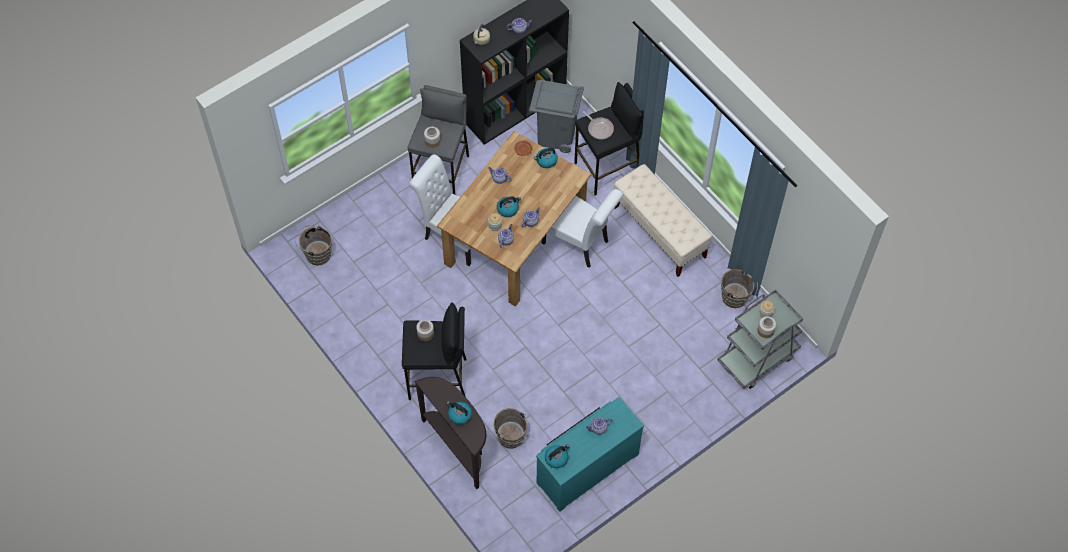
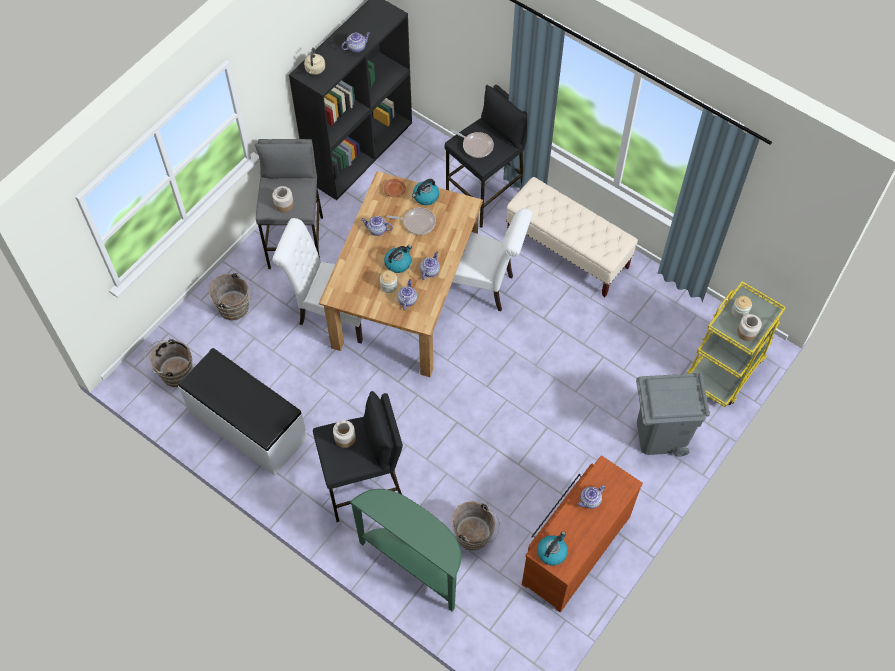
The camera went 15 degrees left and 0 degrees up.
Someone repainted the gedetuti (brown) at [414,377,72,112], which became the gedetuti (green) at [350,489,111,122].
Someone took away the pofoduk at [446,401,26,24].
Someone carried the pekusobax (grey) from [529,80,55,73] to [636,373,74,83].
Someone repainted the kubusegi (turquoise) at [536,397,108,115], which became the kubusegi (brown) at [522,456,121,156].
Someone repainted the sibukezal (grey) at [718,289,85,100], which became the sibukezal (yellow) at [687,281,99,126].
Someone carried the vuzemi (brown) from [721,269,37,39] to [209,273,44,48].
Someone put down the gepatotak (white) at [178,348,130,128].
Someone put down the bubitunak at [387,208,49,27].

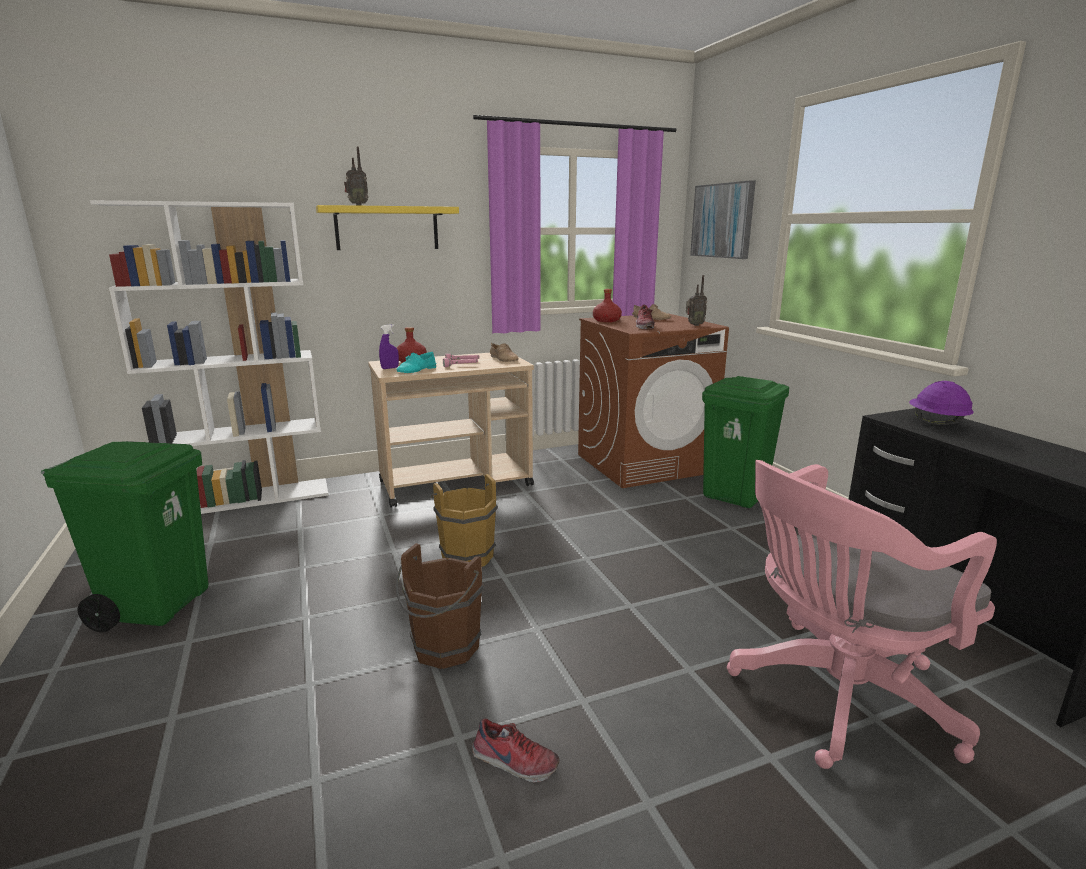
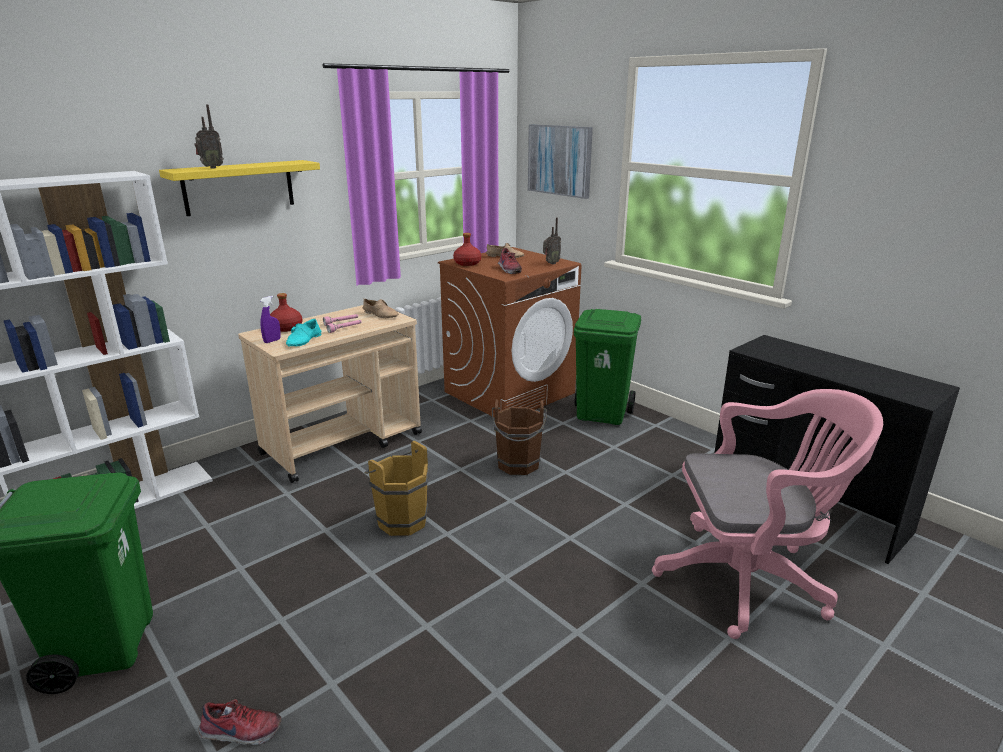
The camera went 20 degrees left and 5 degrees up.
Someone carried the vuzemi (brown) from [396,543,88,126] to [492,399,55,76].
Someone carried the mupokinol from [472,718,87,65] to [199,699,83,46].
Someone rotated the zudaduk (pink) at [727,460,270,309] by 135 degrees counterclockwise.
Someone took away the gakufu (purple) at [909,381,65,44].

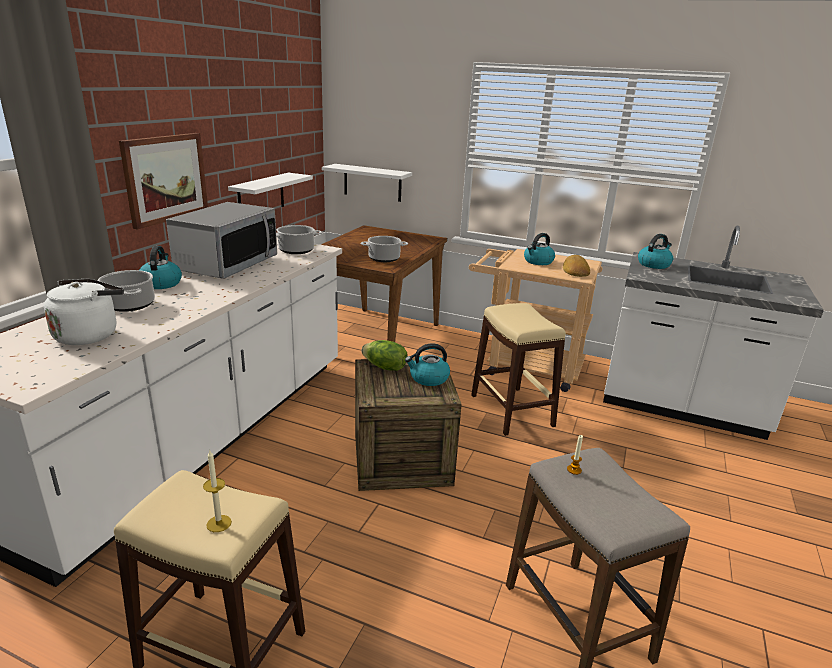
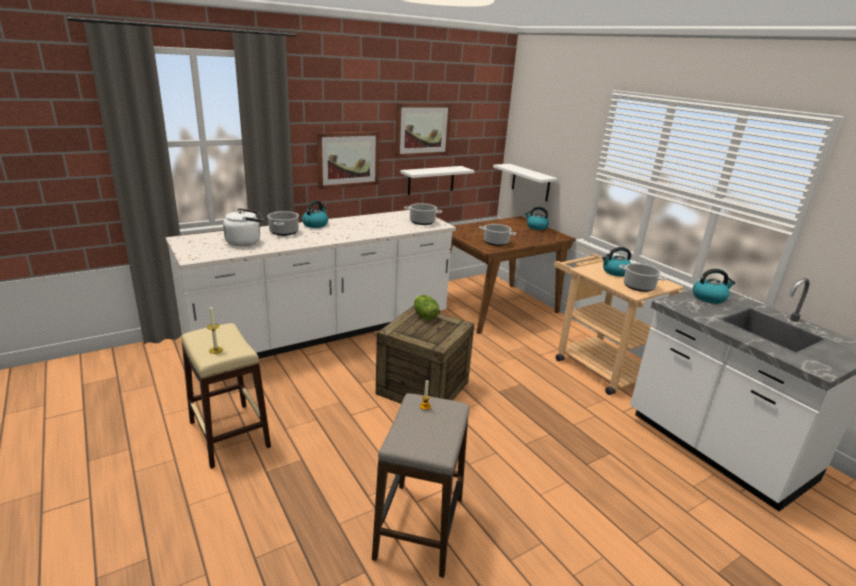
The camera went 35 degrees right and 0 degrees up.
Someone took away the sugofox at [166,202,111,77].
Someone carried the pofoduk from [405,343,45,43] to [525,207,24,23].
Someone took away the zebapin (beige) at [471,303,95,133].
Someone swapped the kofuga at [563,255,27,22] for the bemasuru at [619,263,48,29].
Someone put up the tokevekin at [395,103,57,54].

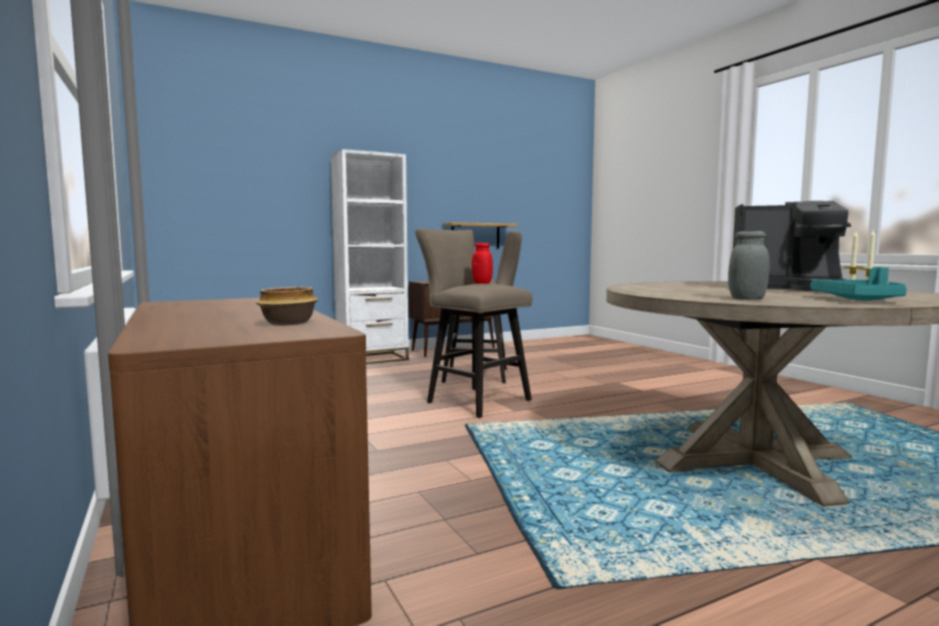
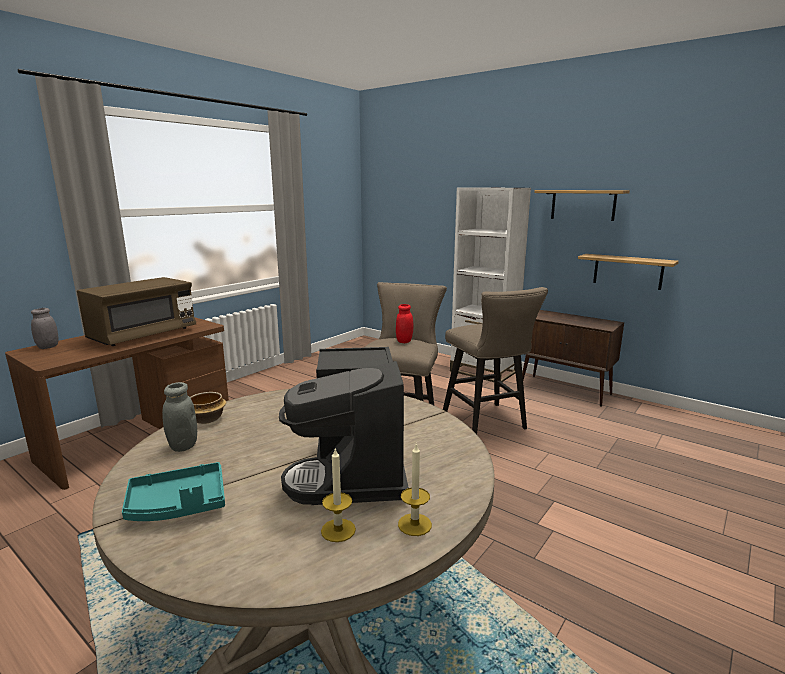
The camera went 65 degrees right and 10 degrees up.
Someone carried the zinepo from [256,287,63,39] to [190,392,36,32].
Someone put down the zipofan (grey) at [31,308,28,41].
Someone put down the sugofox (brown) at [77,277,119,69].
Someone put up the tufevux at [534,190,96,31].

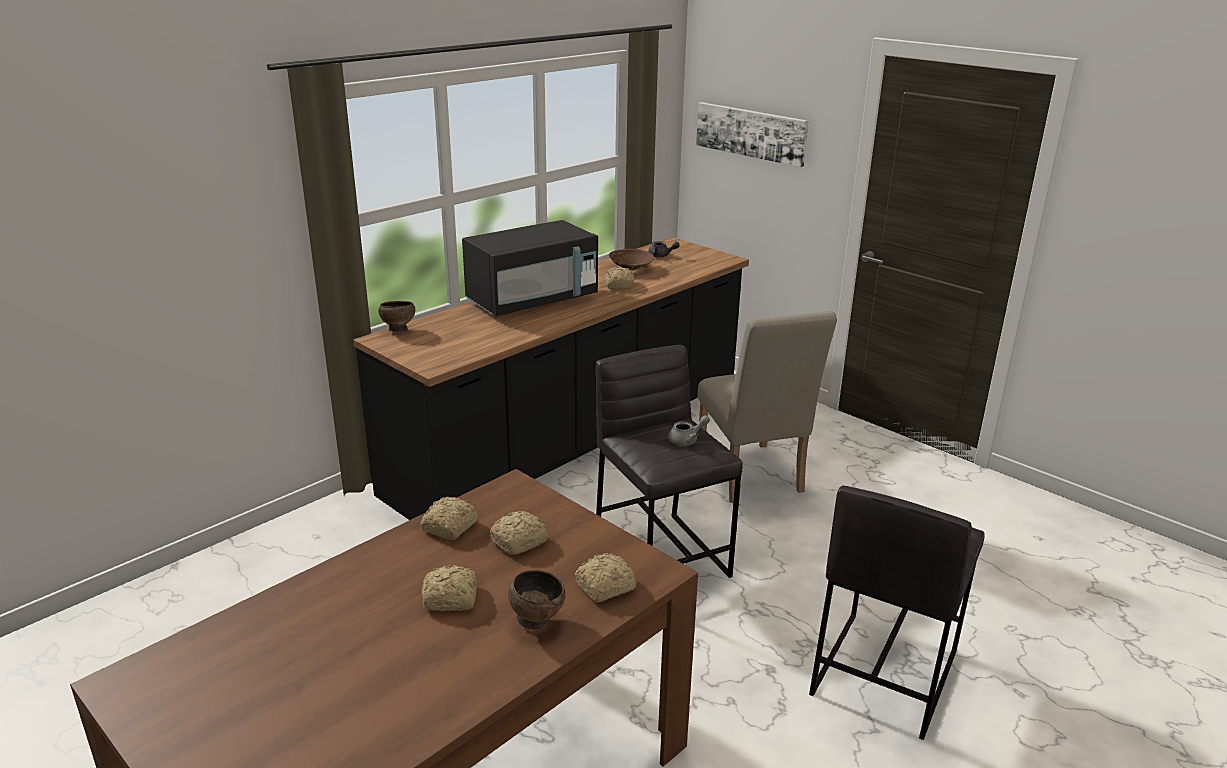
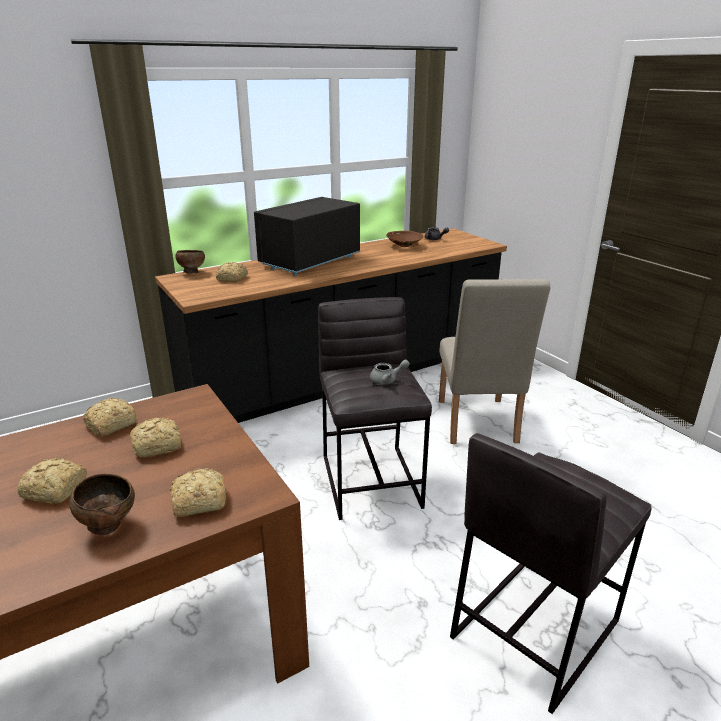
The camera went 15 degrees right and 0 degrees up.
Someone rotated the sugofox (black) at [462,220,136,96] by 150 degrees clockwise.
Someone carried the kofuga from [606,267,29,22] to [216,262,32,20].
Someone took away the tokevekin at [696,102,113,65].

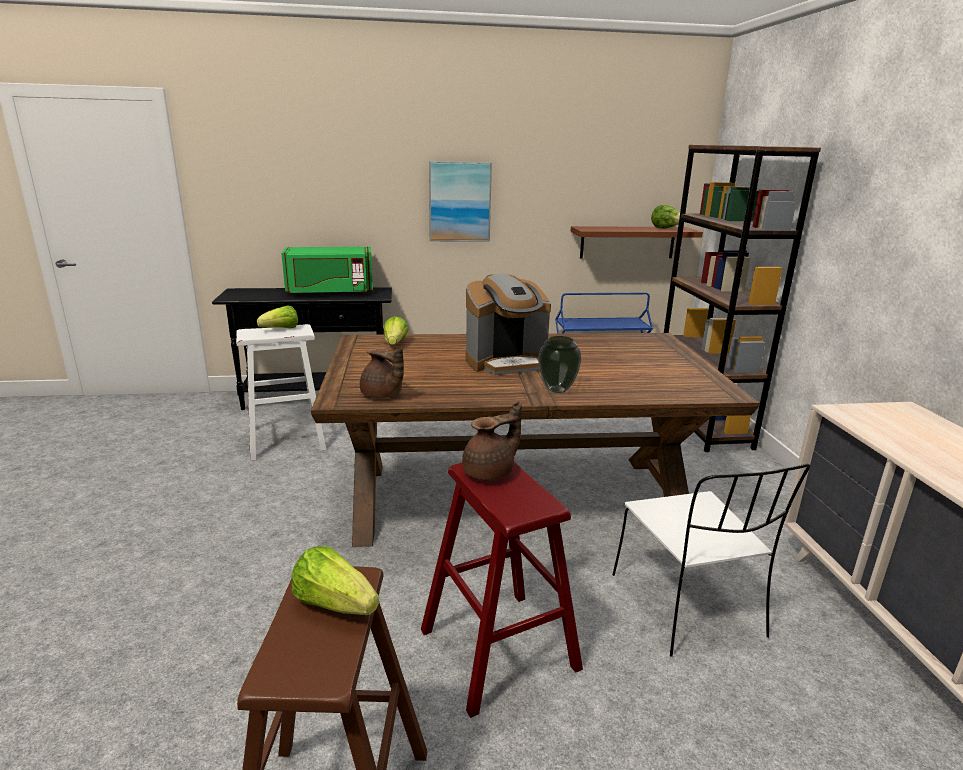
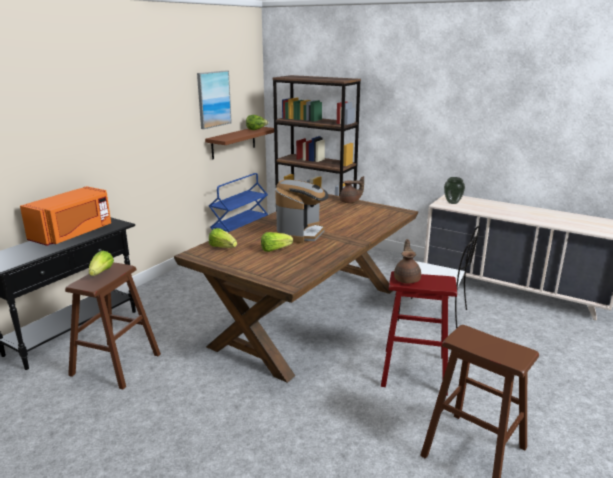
The camera went 50 degrees left and 0 degrees up.
Someone repainted the zebapin (white) at [236,324,90,137], which became the zebapin (brown) at [65,262,96,127].
Someone repainted the sugofox (green) at [281,247,92,48], which became the sugofox (orange) at [20,186,91,60].
Someone carried the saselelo from [291,546,88,69] to [261,232,32,20].
Someone carried the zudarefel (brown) from [360,348,44,50] to [340,176,24,27].
Someone carried the tokevekin from [429,161,63,81] to [197,70,35,59].
Someone carried the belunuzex from [538,336,44,57] to [444,177,21,27].

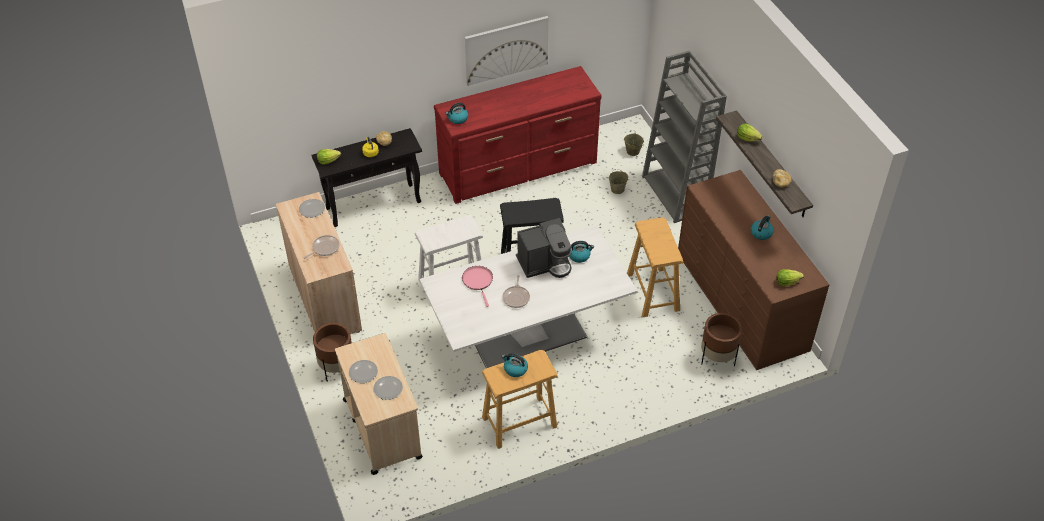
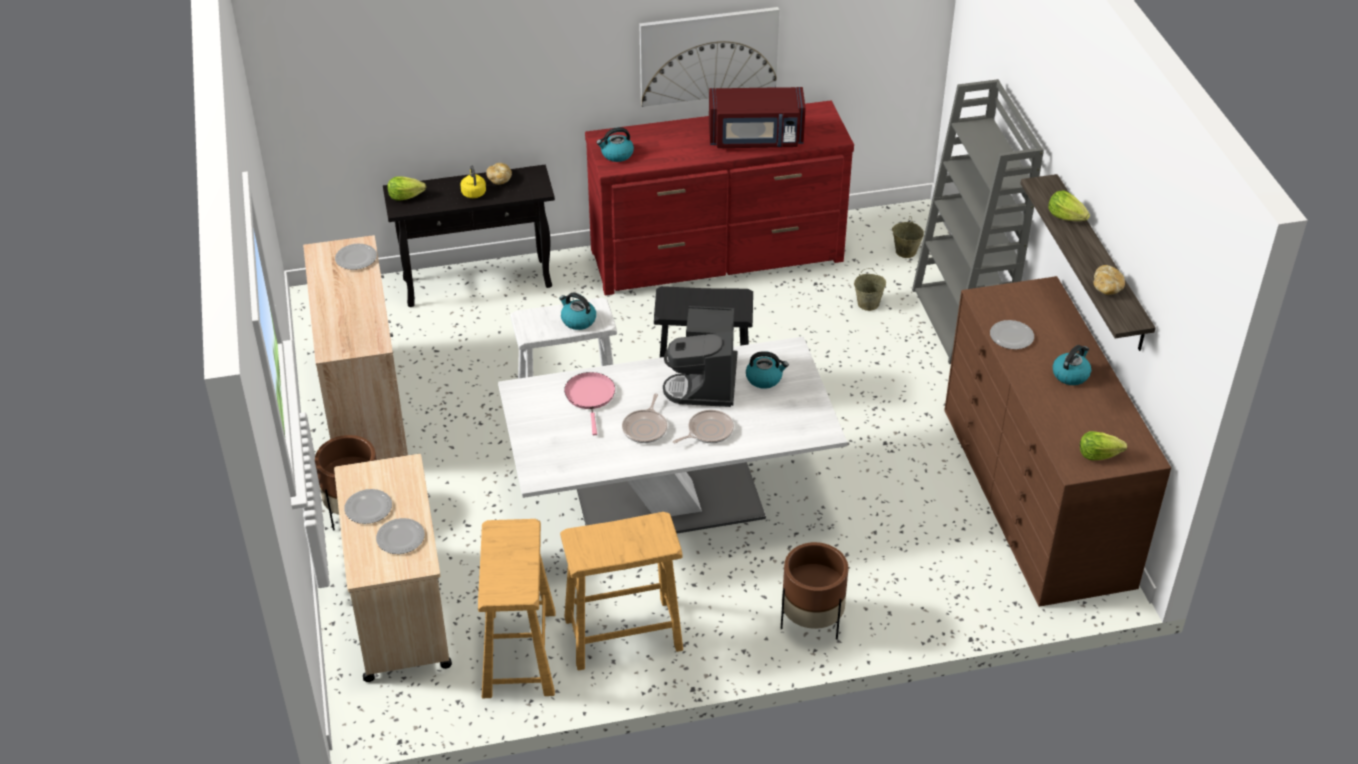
The camera went 10 degrees right and 5 degrees down.
Someone carried the bubitunak from [304,235,35,24] to [673,410,61,34].
Someone carried the pofoduk from [501,353,27,24] to [559,293,37,37].
Someone rotated the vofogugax at [516,218,56,60] by 105 degrees clockwise.
Someone carried the zebapin (beige) from [627,217,56,100] to [478,519,78,179].
Someone carried the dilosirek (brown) from [701,313,41,53] to [781,542,68,98].
Someone put down the sugofox (red) at [709,87,97,61].
Someone put down the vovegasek at [990,320,44,29].

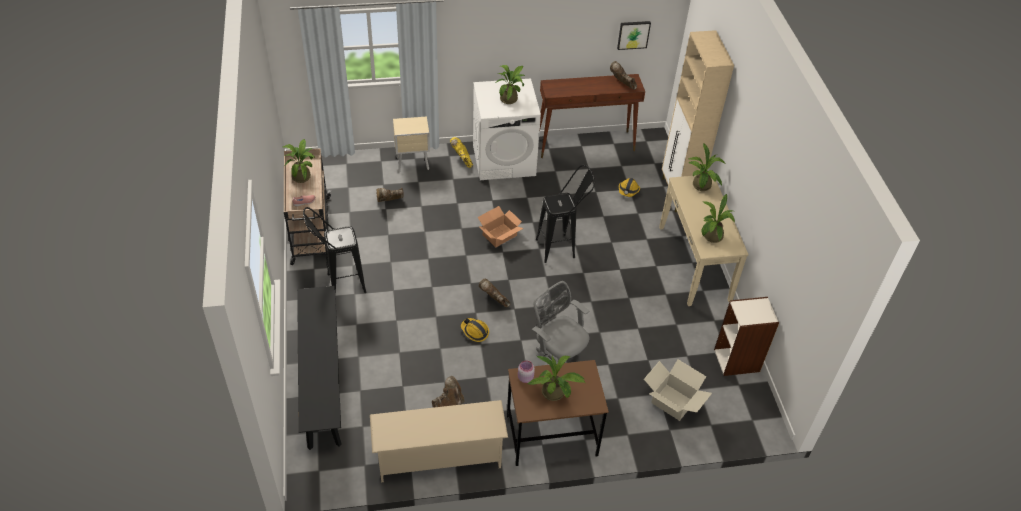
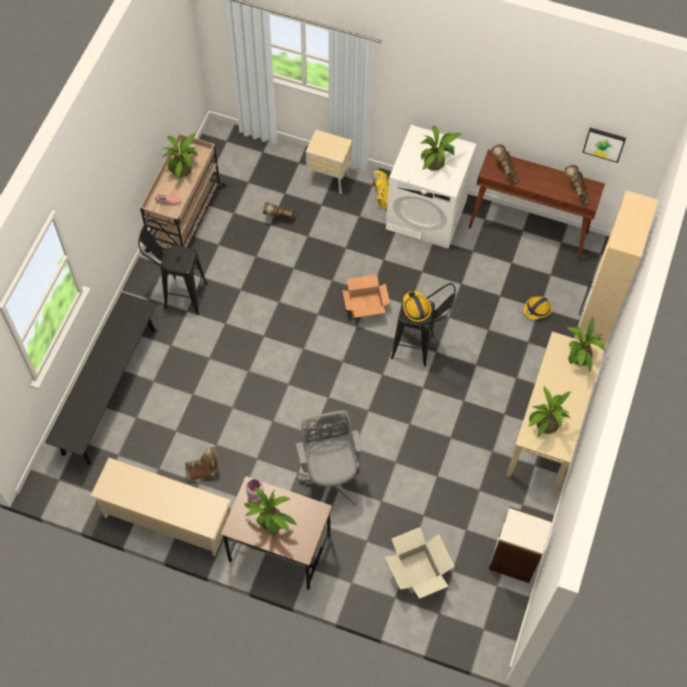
The camera went 30 degrees right and 15 degrees up.
Someone carried the gakufu from [461,318,28,24] to [403,291,28,31].
Someone carried the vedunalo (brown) from [479,279,31,28] to [492,144,26,39].

